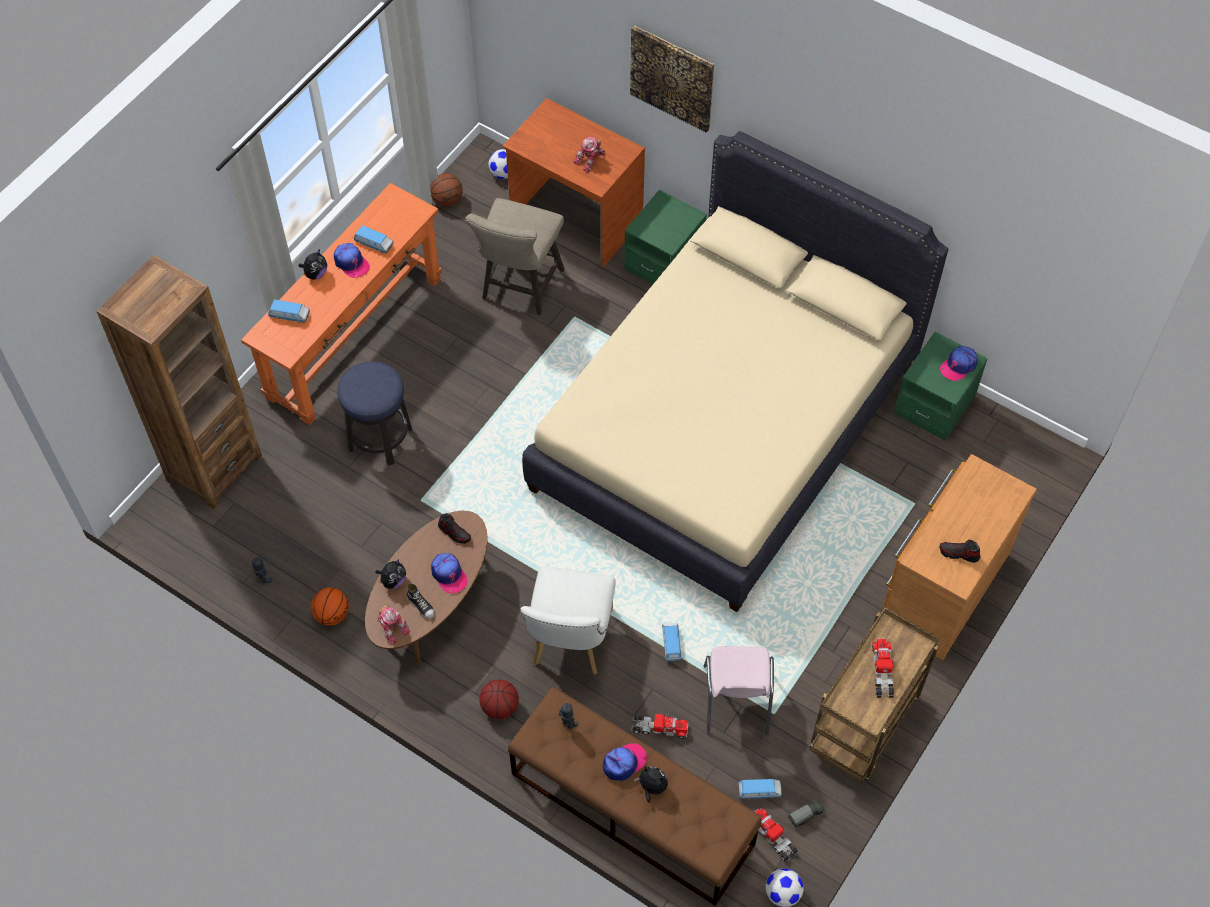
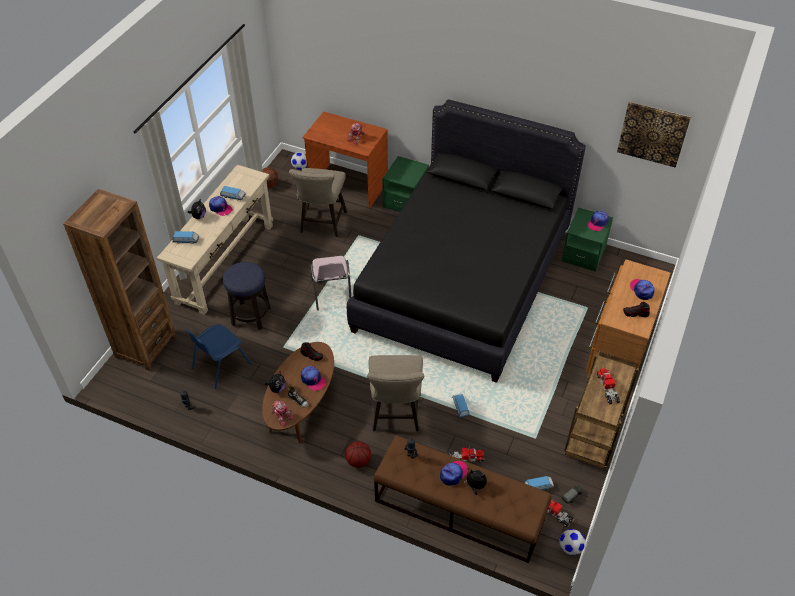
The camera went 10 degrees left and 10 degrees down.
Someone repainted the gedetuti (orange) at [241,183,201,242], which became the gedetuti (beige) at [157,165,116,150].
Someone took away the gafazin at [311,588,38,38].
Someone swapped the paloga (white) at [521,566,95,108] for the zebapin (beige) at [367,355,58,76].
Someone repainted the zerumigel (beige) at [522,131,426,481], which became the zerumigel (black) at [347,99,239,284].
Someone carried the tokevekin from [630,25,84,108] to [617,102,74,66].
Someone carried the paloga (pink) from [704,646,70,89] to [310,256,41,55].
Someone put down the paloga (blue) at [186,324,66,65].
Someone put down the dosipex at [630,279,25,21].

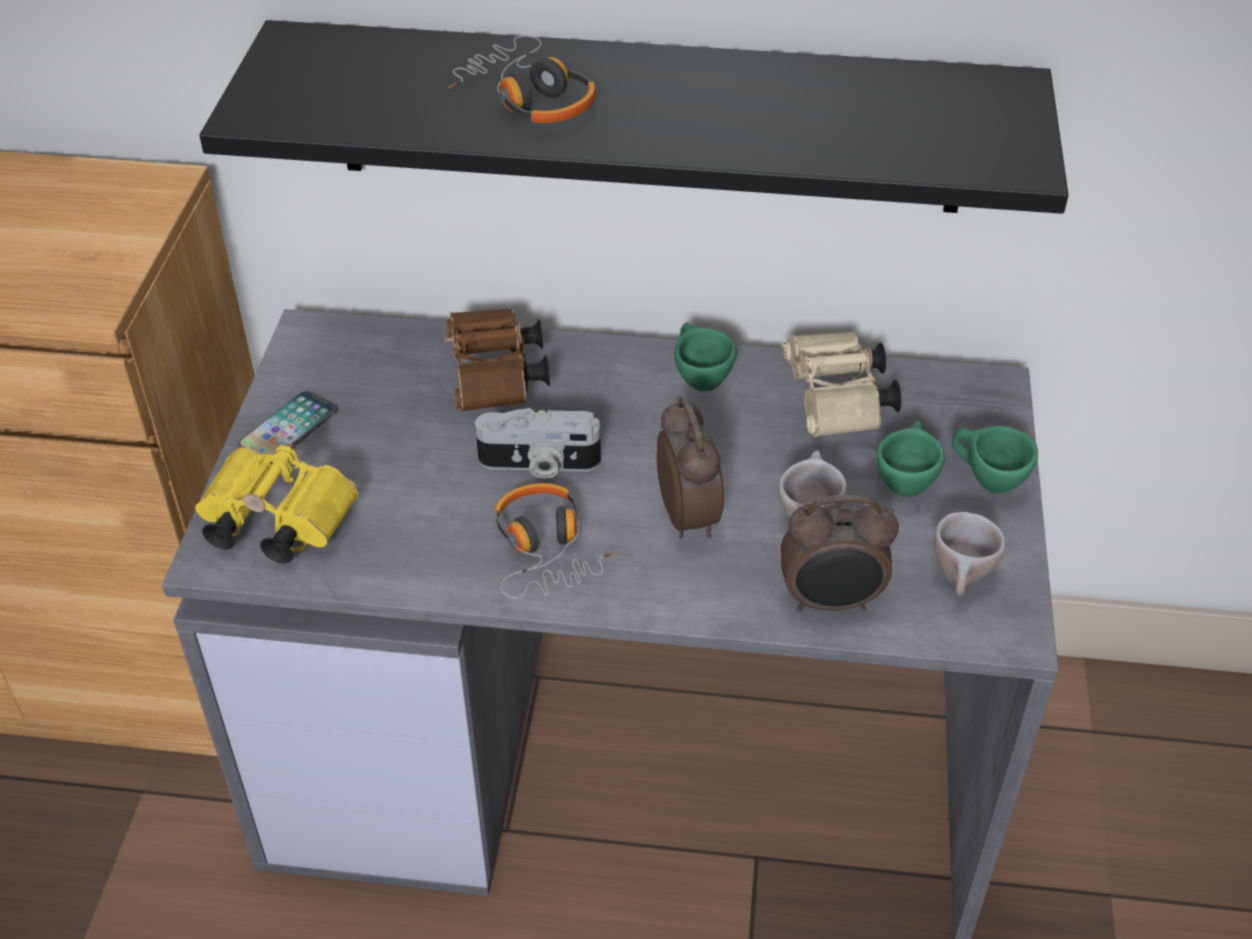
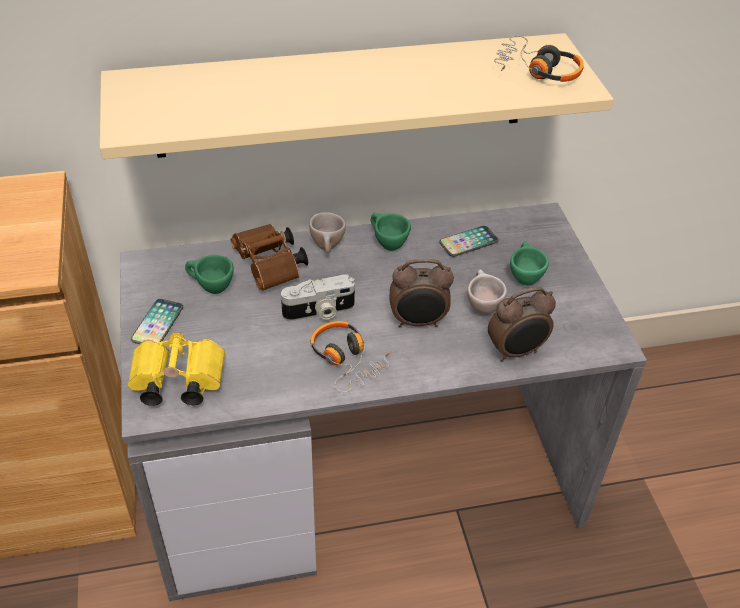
The camera went 20 degrees left and 0 degrees up.
Someone repainted the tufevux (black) at [199,20,869,194], which became the tufevux (beige) at [100,33,514,126].
Someone carried the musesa from [448,35,148,88] to [494,36,90,46].
Someone rotated the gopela at [657,396,67,143] by 120 degrees clockwise.
Someone swapped the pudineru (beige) at [783,331,119,106] for the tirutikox at [439,226,59,31].
Someone carried the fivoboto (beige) from [934,512,72,83] to [309,212,37,41].
Someone carried the fivoboto (green) from [952,425,86,68] to [185,255,49,39].

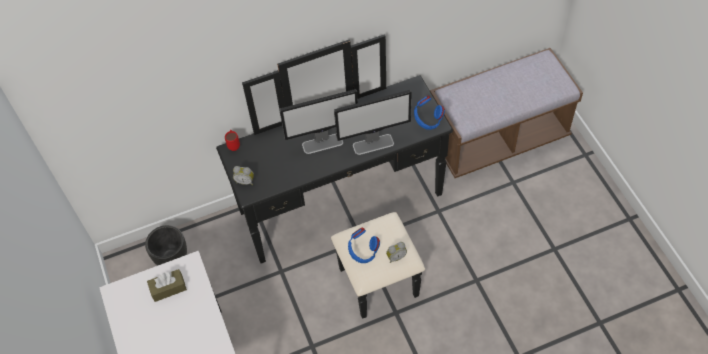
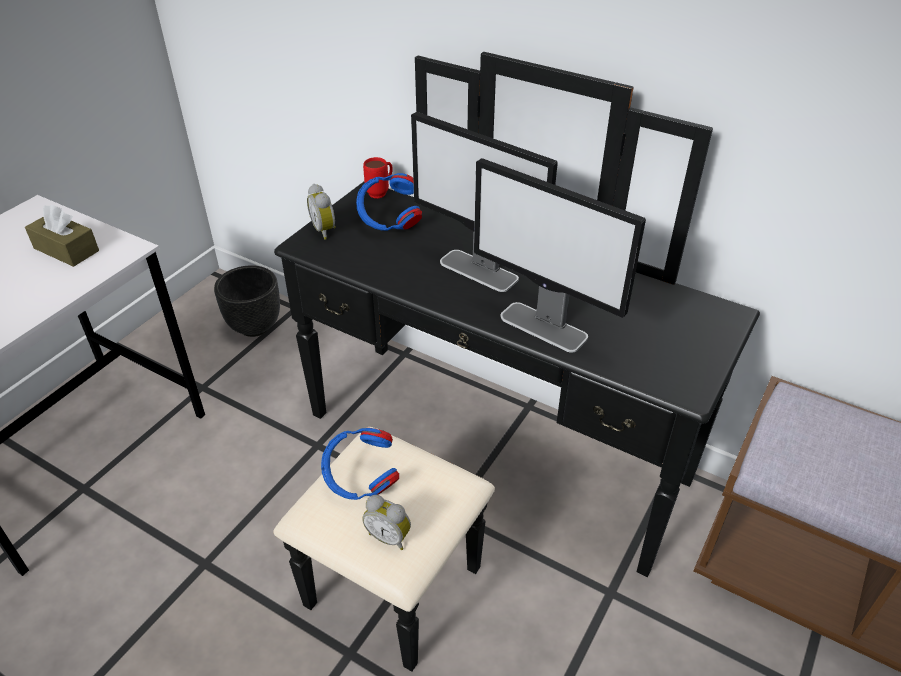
The camera went 50 degrees right and 15 degrees down.
Someone carried the musesa (blue) from [414,95,31,35] to [356,173,66,58].

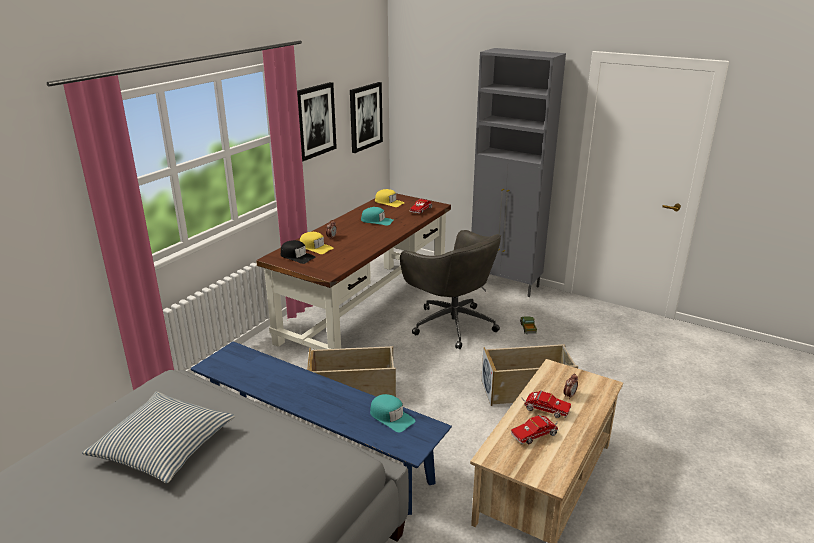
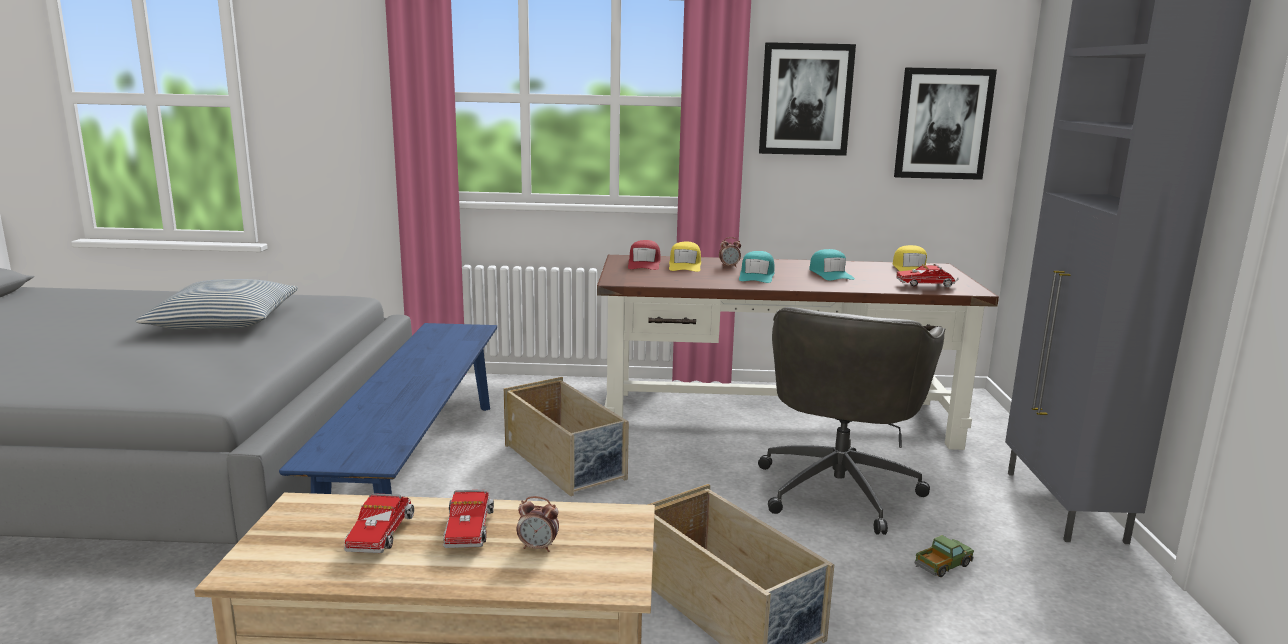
The camera went 60 degrees right and 10 degrees down.
Someone repainted the dosipex (black) at [281,240,35,24], which became the dosipex (red) at [628,240,33,30].
Someone carried the dosipex (turquoise) from [370,394,45,38] to [739,251,35,32].
Someone rotated the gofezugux at [511,415,47,30] by 120 degrees counterclockwise.

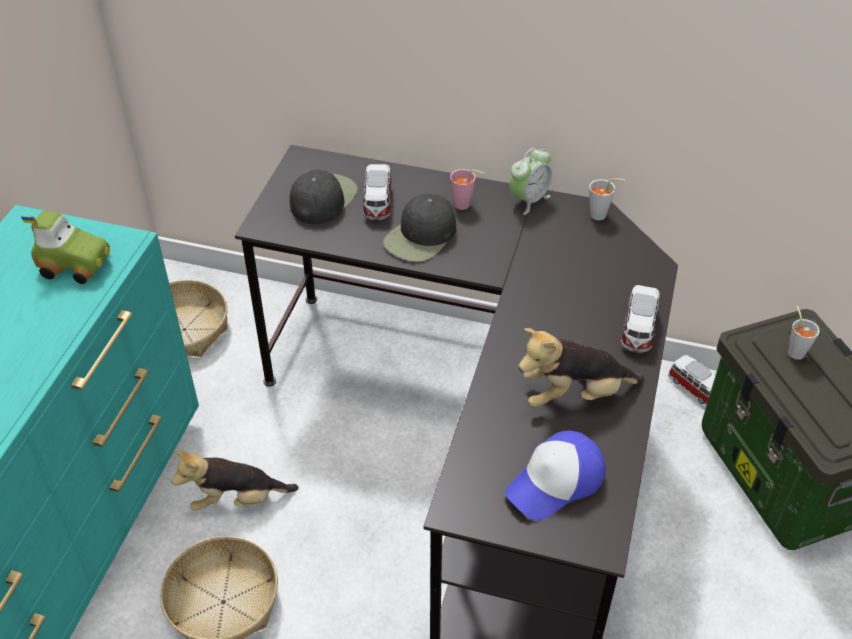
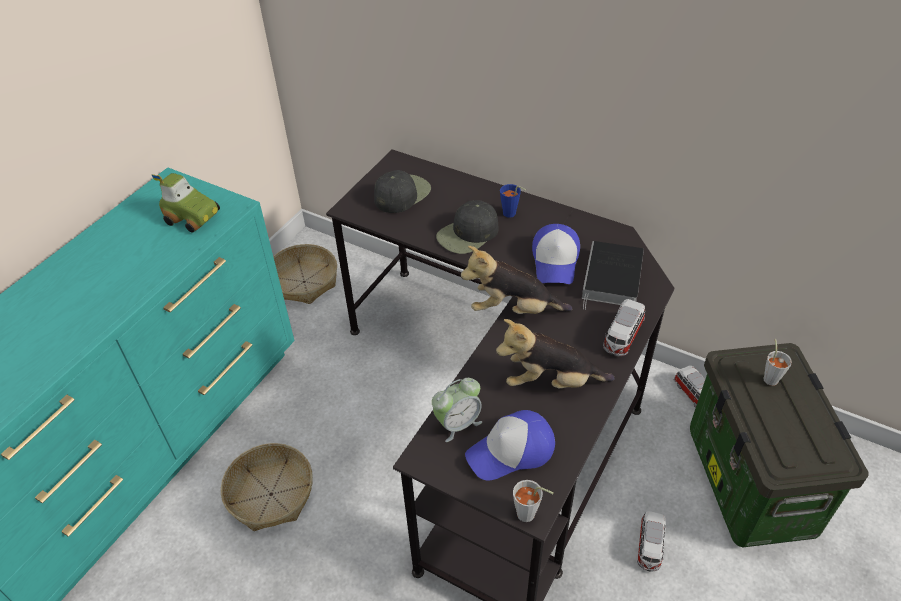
The camera went 15 degrees right and 0 degrees up.
Someone carried the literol from [171,450,128,61] to [461,246,111,68].
Someone carried the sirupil from [362,164,30,57] to [637,511,29,61].
Someone repainted the fivoboto (pink) at [450,169,34,41], which became the fivoboto (blue) at [500,184,26,34].
Someone carried the gopela from [509,148,43,67] to [432,378,50,64].
Someone carried the fivoboto (grey) from [589,178,37,42] to [513,480,40,42].
Someone put down the dosipex at [532,224,48,60].
Someone put down the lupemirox at [582,241,62,69].

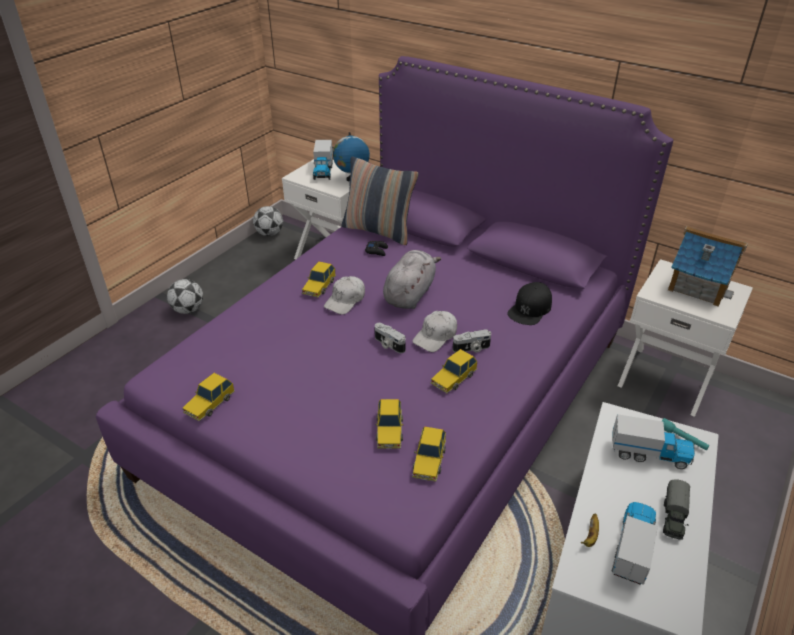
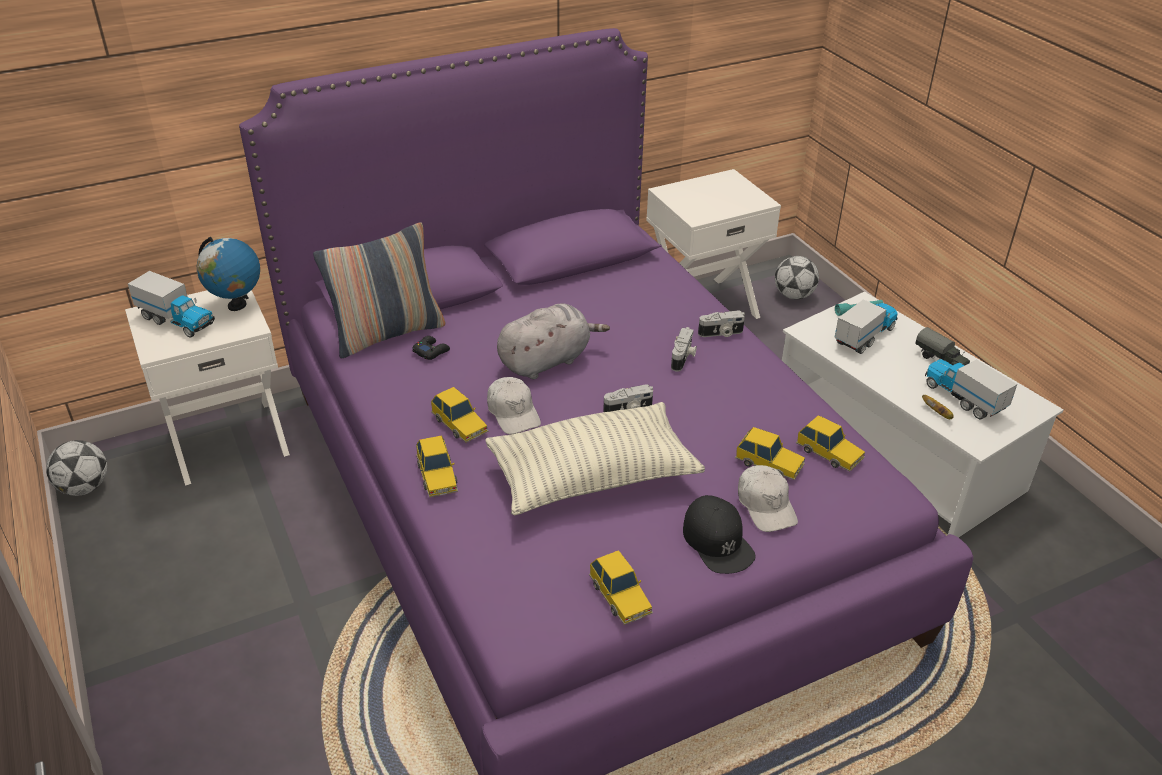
The camera went 60 degrees left and 0 degrees up.
Someone carried the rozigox from [167,279,36,35] to [775,256,44,43].
Someone rotated the literol (grey) at [383,250,58,59] by 90 degrees clockwise.
Someone carried the dosipex (white) from [412,311,45,41] to [738,465,60,67].
Someone carried the sirupil from [431,349,46,44] to [416,435,42,62].
Someone carried the dosipex (black) from [507,282,45,43] to [683,495,73,79].
Someone took away the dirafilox at [668,226,80,80].
Someone put down the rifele at [486,402,219,114].
Someone put down the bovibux at [698,311,47,26].

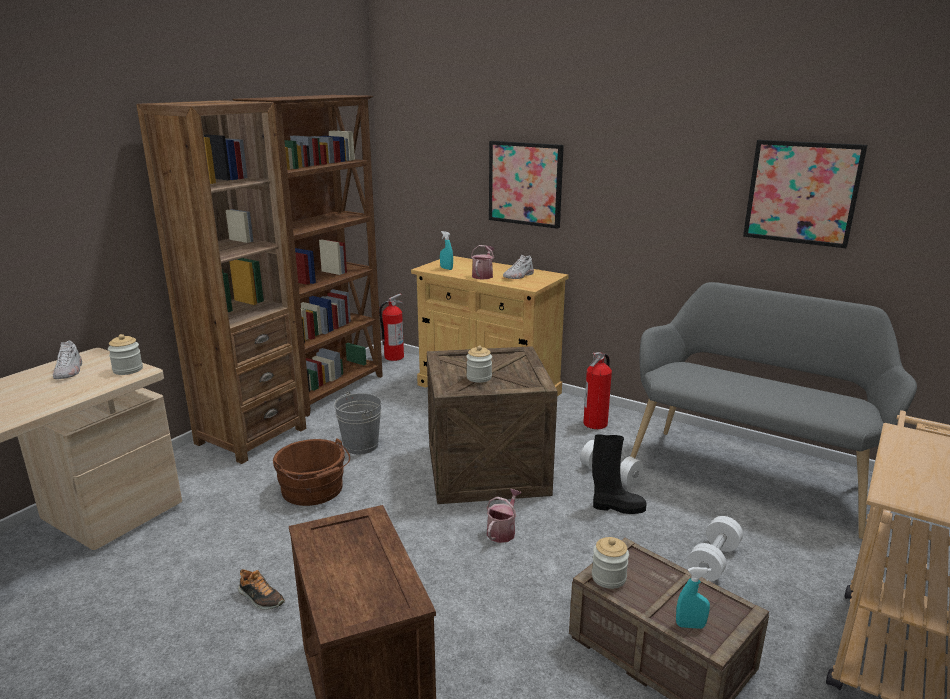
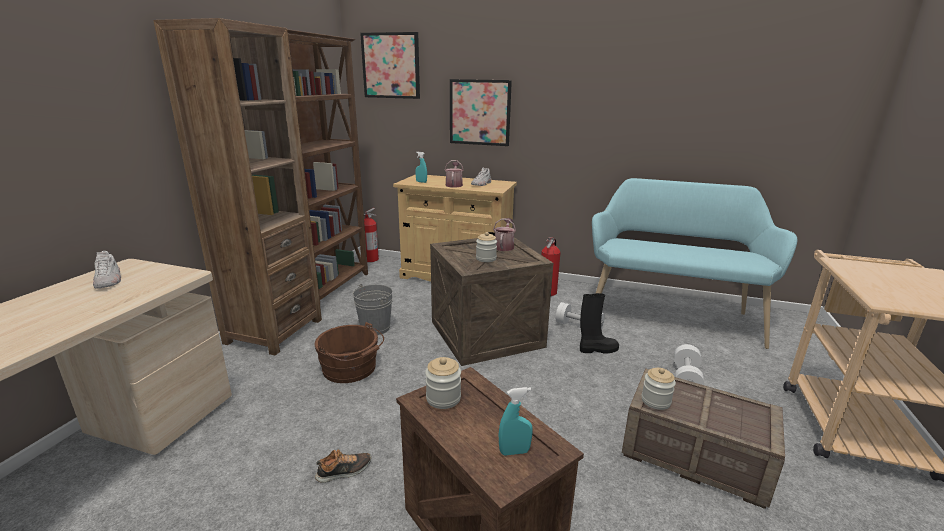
The camera went 15 degrees left and 0 degrees up.
Someone carried the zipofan from [108,334,35,41] to [425,357,36,52].
Someone rotated the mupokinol at [238,569,47,41] by 45 degrees counterclockwise.
Someone carried the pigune from [486,489,35,54] to [493,218,23,33].
Someone repainted the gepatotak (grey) at [631,282,286,257], which became the gepatotak (turquoise) at [592,178,206,171].
Someone carried the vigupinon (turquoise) from [676,567,36,62] to [499,387,34,69].
Someone carried the tokevekin from [743,140,124,108] to [360,32,60,67].

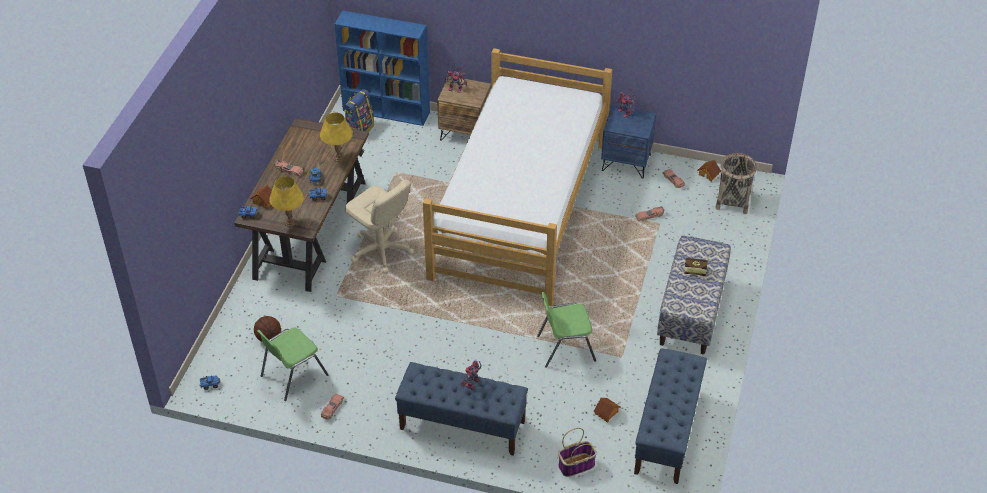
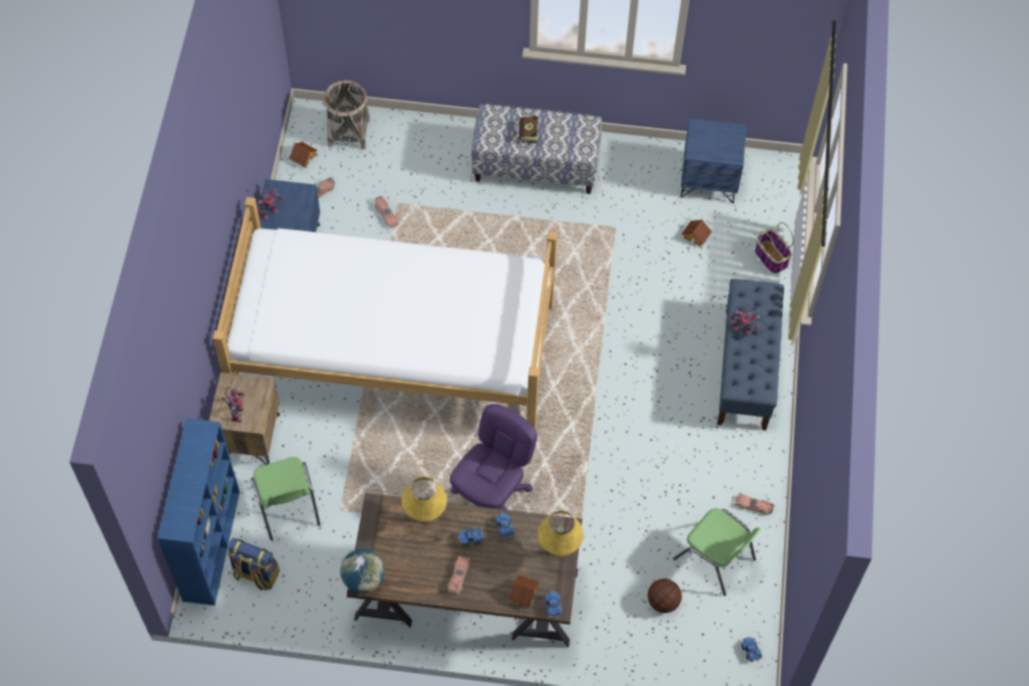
The camera went 100 degrees left and 15 degrees up.
Someone repainted the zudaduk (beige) at [345,179,69,94], which became the zudaduk (purple) at [450,404,87,106].
Someone carried the paloga (green) from [537,292,59,76] to [251,457,69,83].
Someone swapped the gepatotak (blue) at [634,348,73,136] for the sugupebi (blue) at [680,118,67,85].
Someone put down the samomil at [340,549,45,44].

